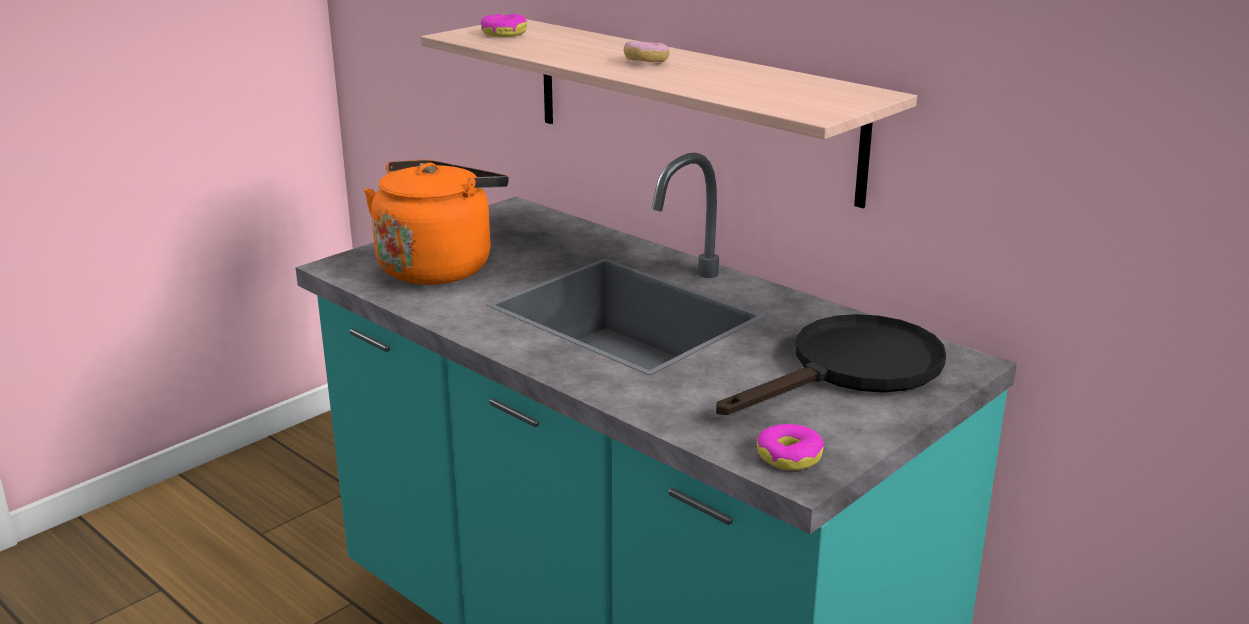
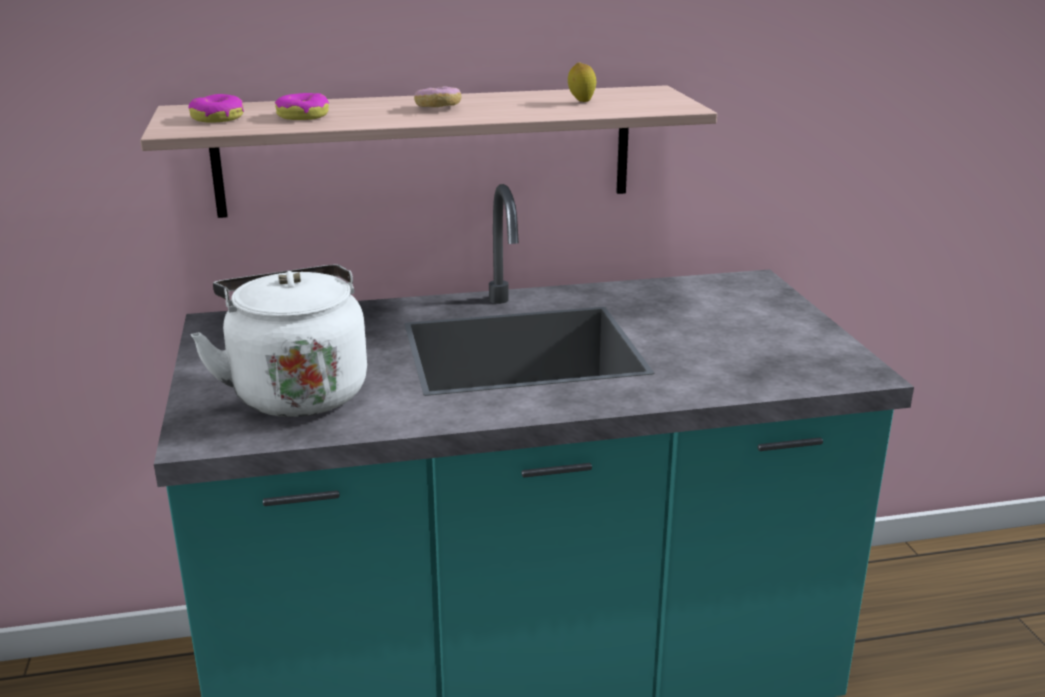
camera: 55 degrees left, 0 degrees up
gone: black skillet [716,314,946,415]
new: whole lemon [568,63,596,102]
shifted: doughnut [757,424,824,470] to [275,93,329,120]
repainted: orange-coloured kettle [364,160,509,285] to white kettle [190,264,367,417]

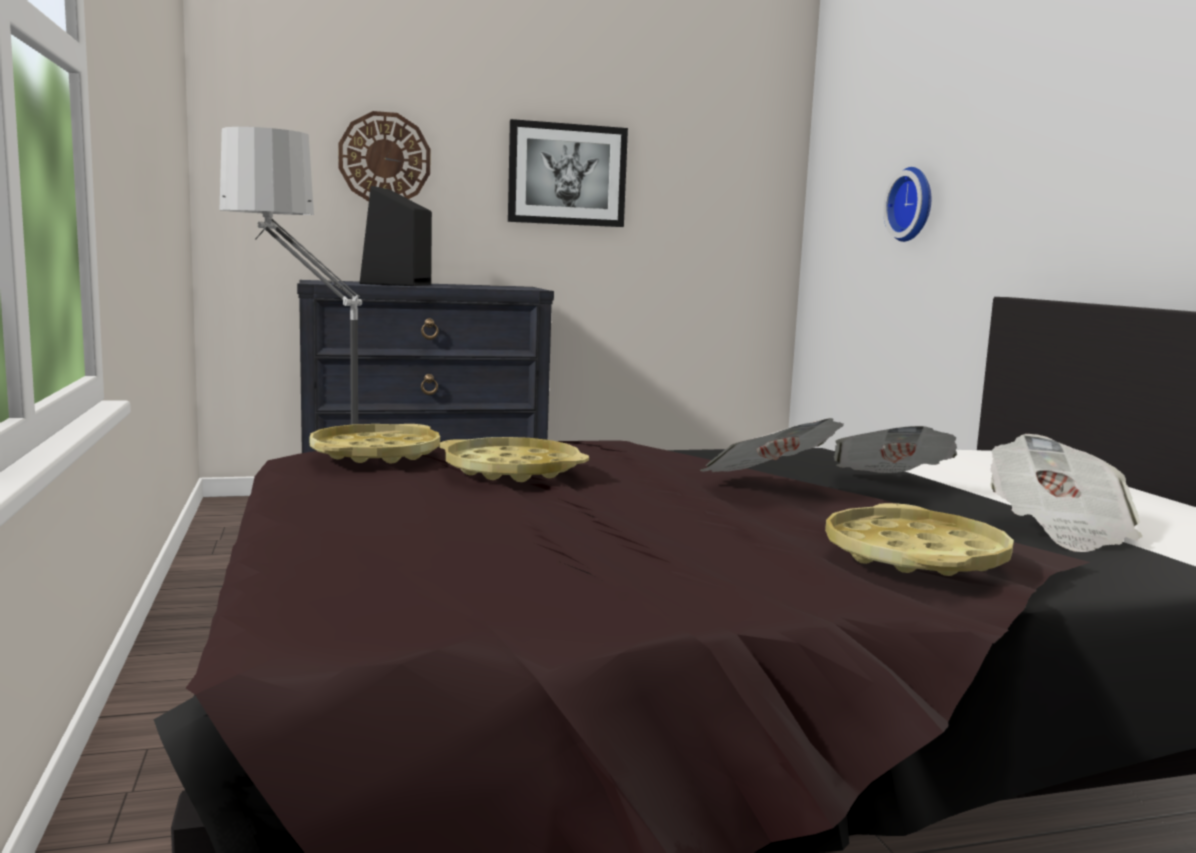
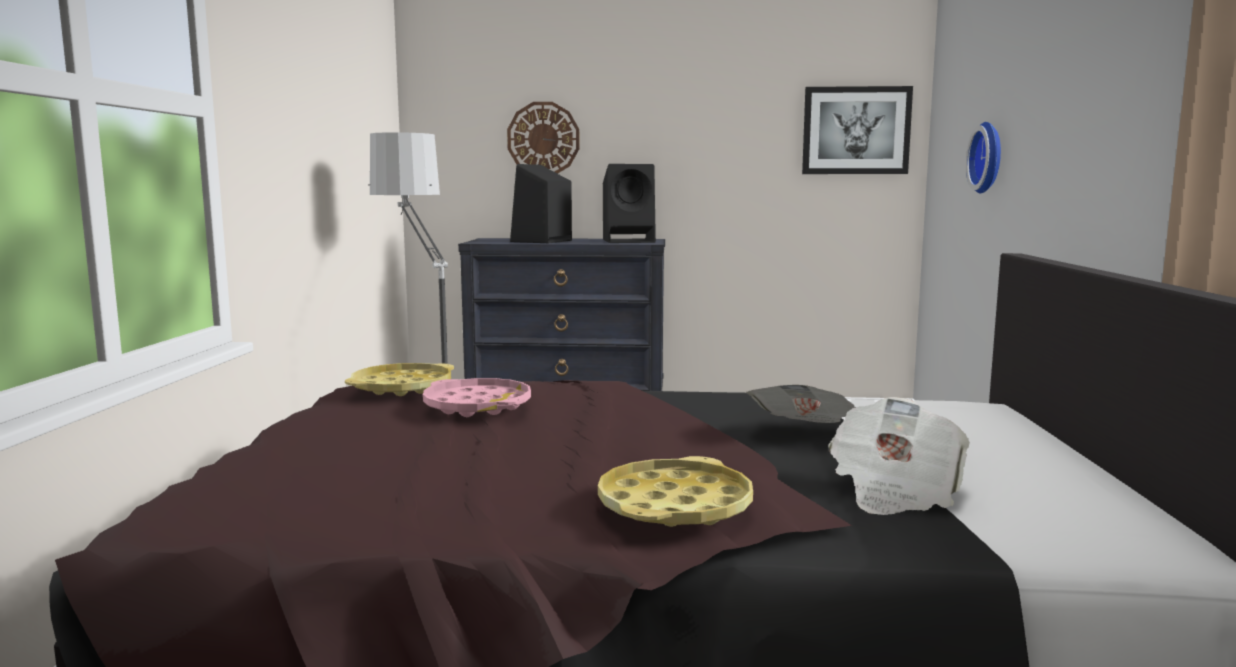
camera: 20 degrees right, 0 degrees up
gone: newspaper [700,418,844,472]
new: black loudspeaker [603,164,656,243]
shifted: wall picture [508,119,628,227] to [802,86,913,174]
repainted: yellow carrying tray [439,437,589,482] to pink-coloured carrying tray [423,378,531,417]

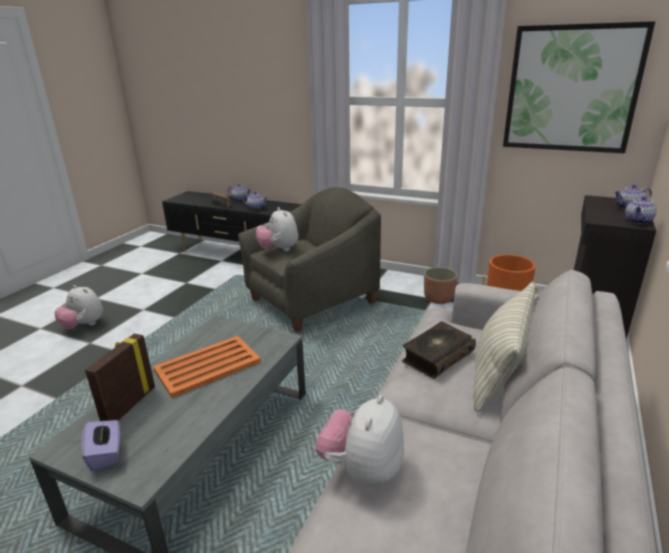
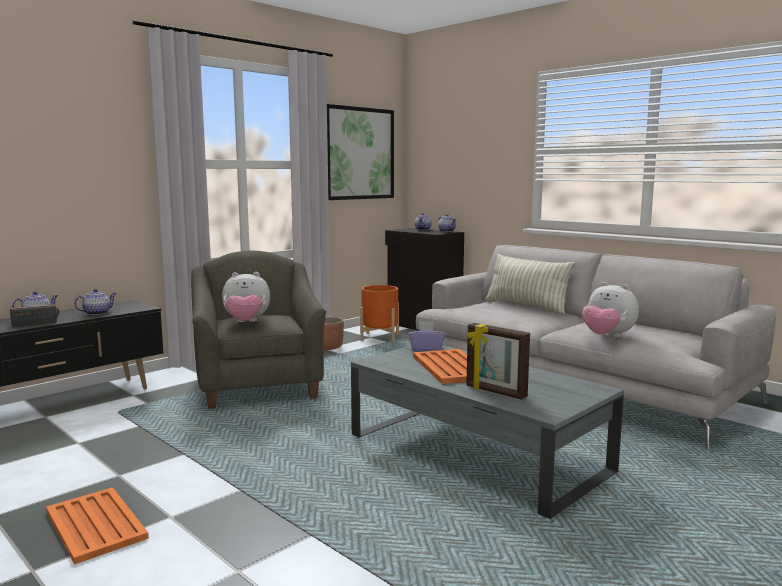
camera: 70 degrees left, 15 degrees down
gone: bound book [402,321,476,379]
shifted: purplish tissue holder [82,417,120,471] to [409,321,445,351]
swapped: soft toy [55,285,103,329] to orange-coloured carrying tray [46,487,149,564]

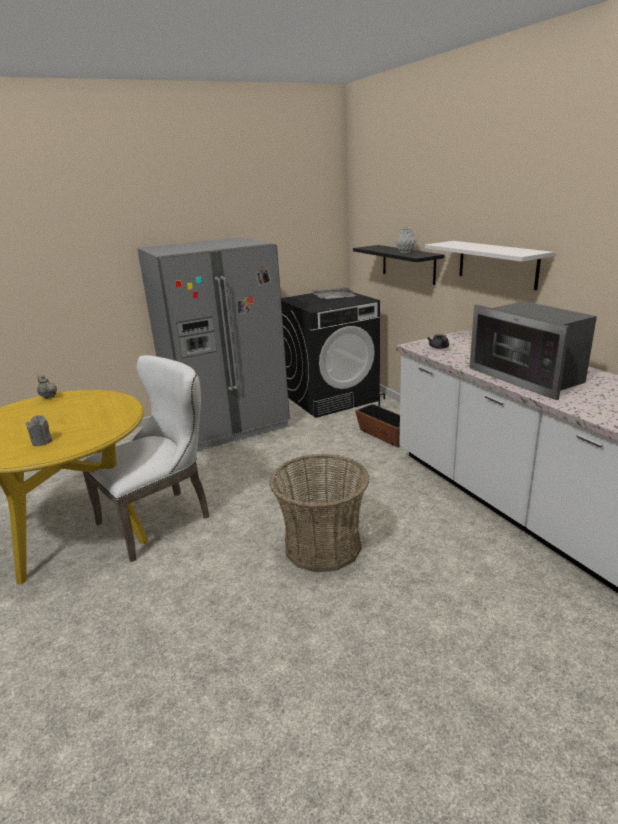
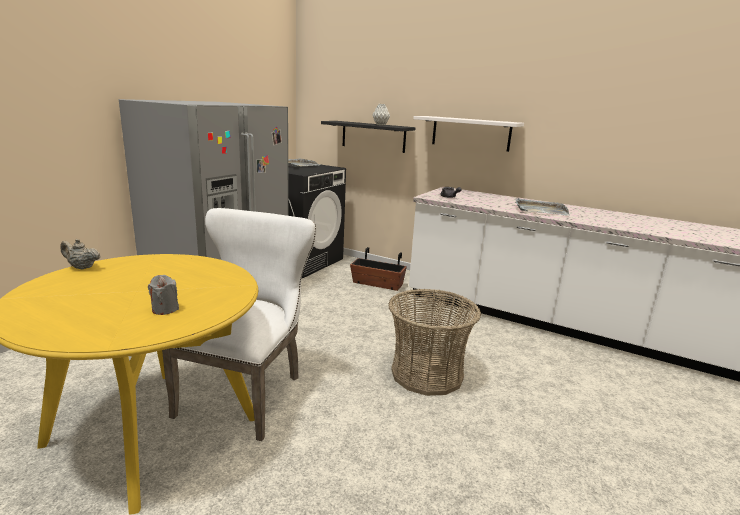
camera: 35 degrees left, 5 degrees down
swapped: microwave oven [469,301,597,400] to greyish carrying tray [516,198,569,216]

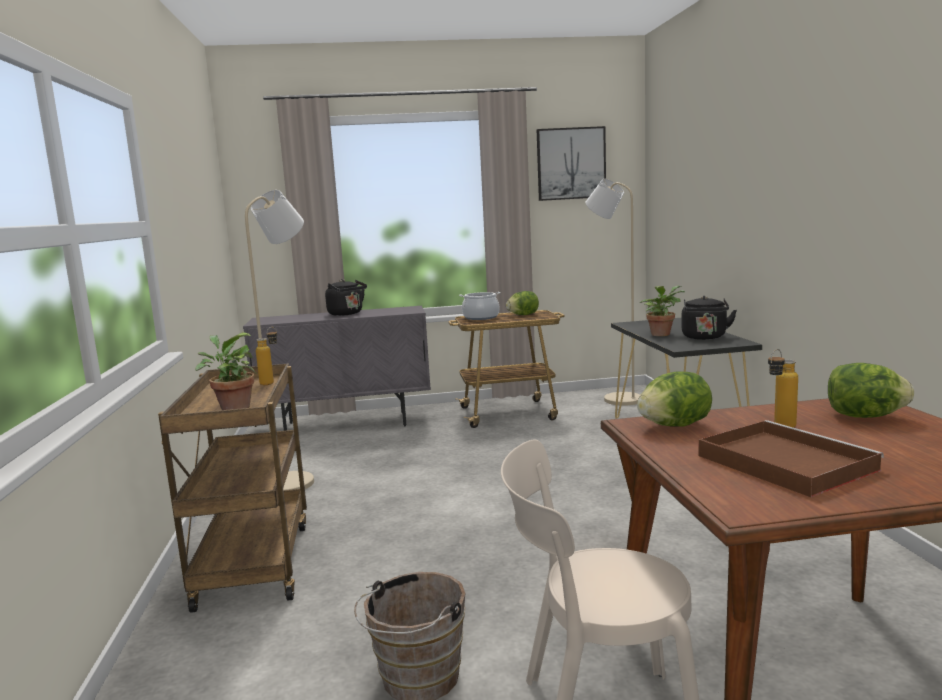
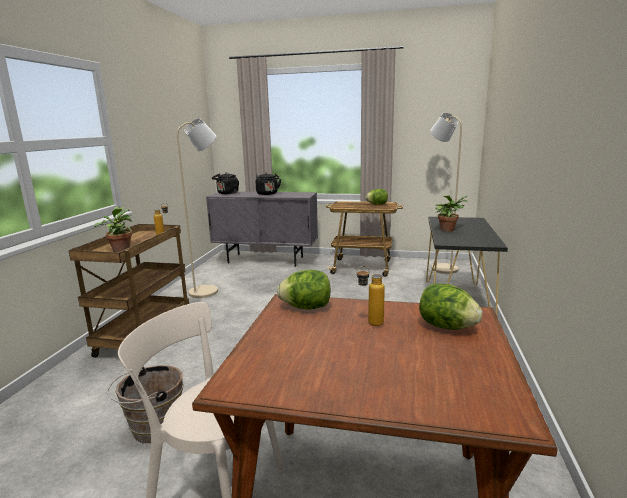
camera: 20 degrees right, 5 degrees up
gone: cooking pot [459,292,500,320]; wall picture [537,126,606,201]; brown-coloured carrying tray [698,420,884,497]
shifted: black kettle [682,296,737,340] to [212,172,239,194]

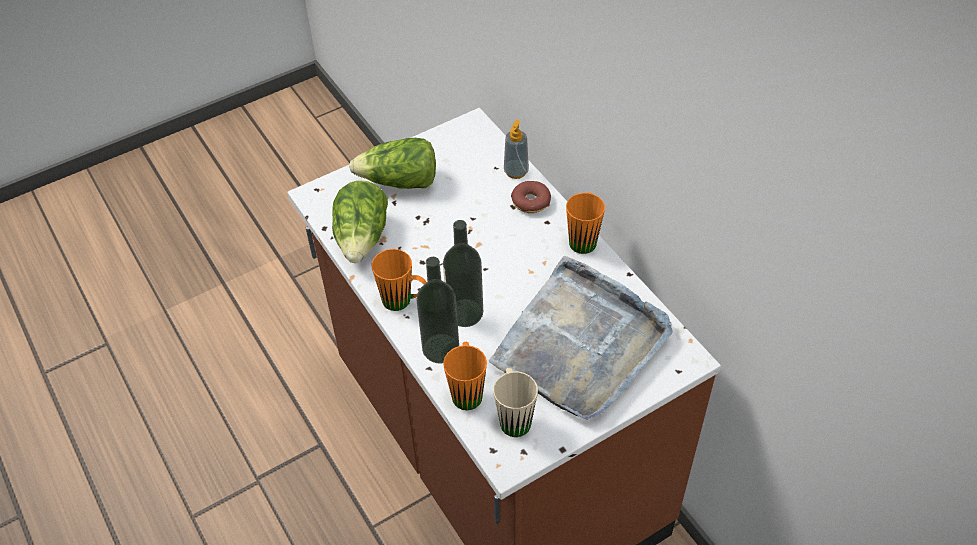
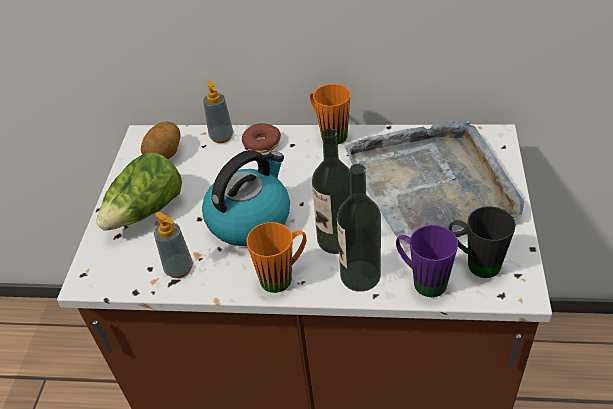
camera: 50 degrees left, 5 degrees down
new: whole potato [141,121,180,159]; kettle [202,150,290,246]
swapped: head of lettuce [332,181,388,263] to soap dispenser [154,212,193,278]
repainted: orange-coloured mug [443,342,487,410] to purplish mug [396,225,458,297]; beige-coloured mug [493,368,538,437] to black mug [449,206,516,278]

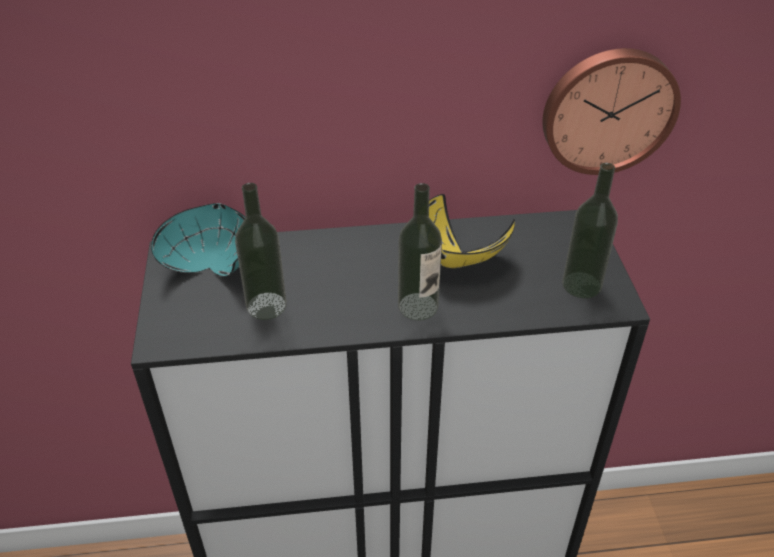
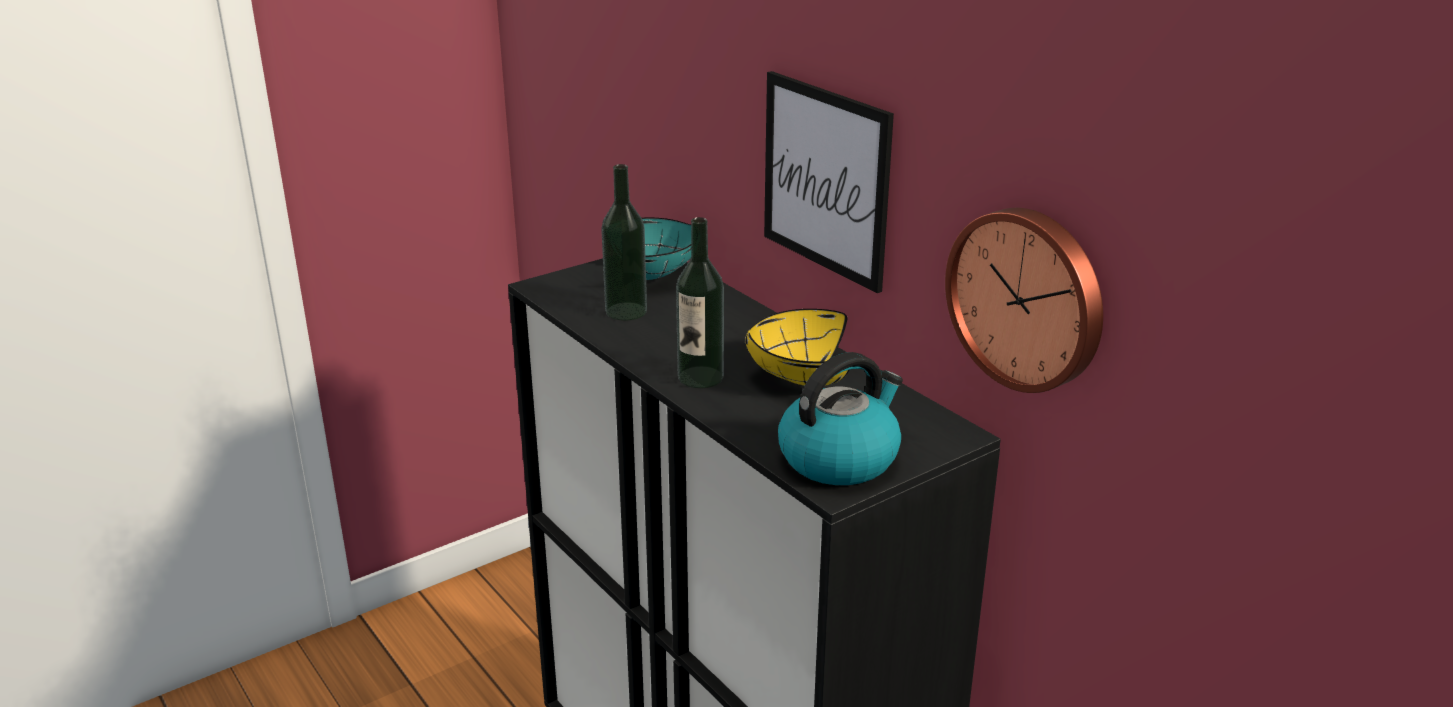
camera: 60 degrees right, 15 degrees down
new: wall picture [764,71,894,293]
swapped: bottle [562,163,618,298] to kettle [778,352,903,485]

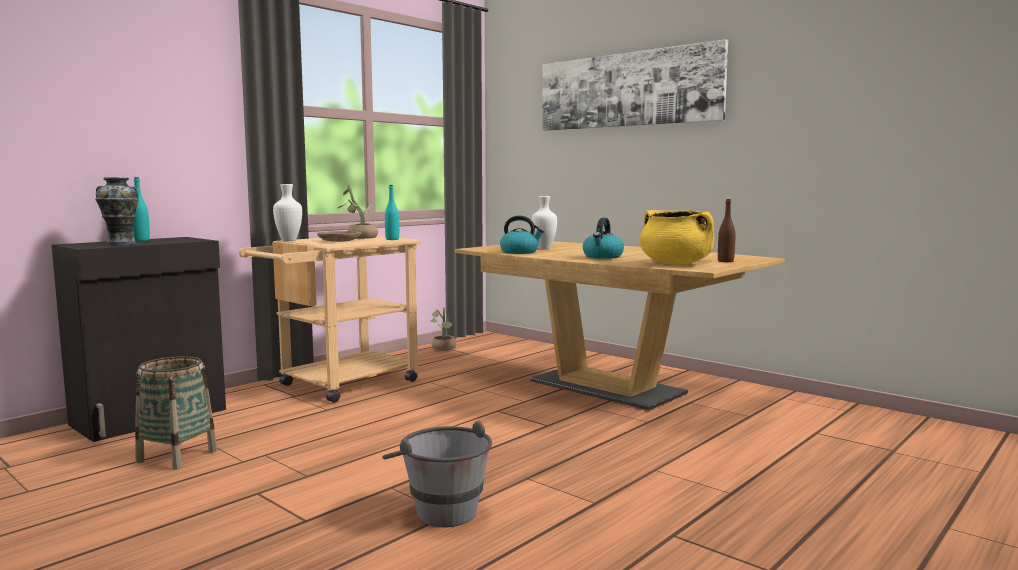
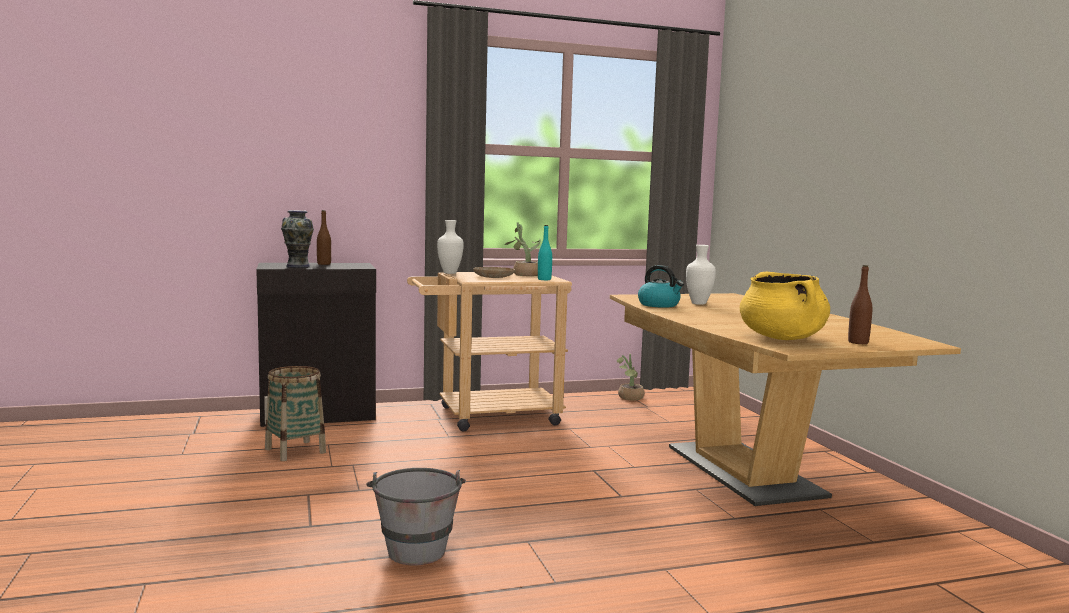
camera: 30 degrees right, 0 degrees up
gone: wall picture [542,39,728,131]; kettle [583,218,624,259]
repainted: turquoise bottle [133,177,150,241] to brown-coloured bottle [317,210,331,265]

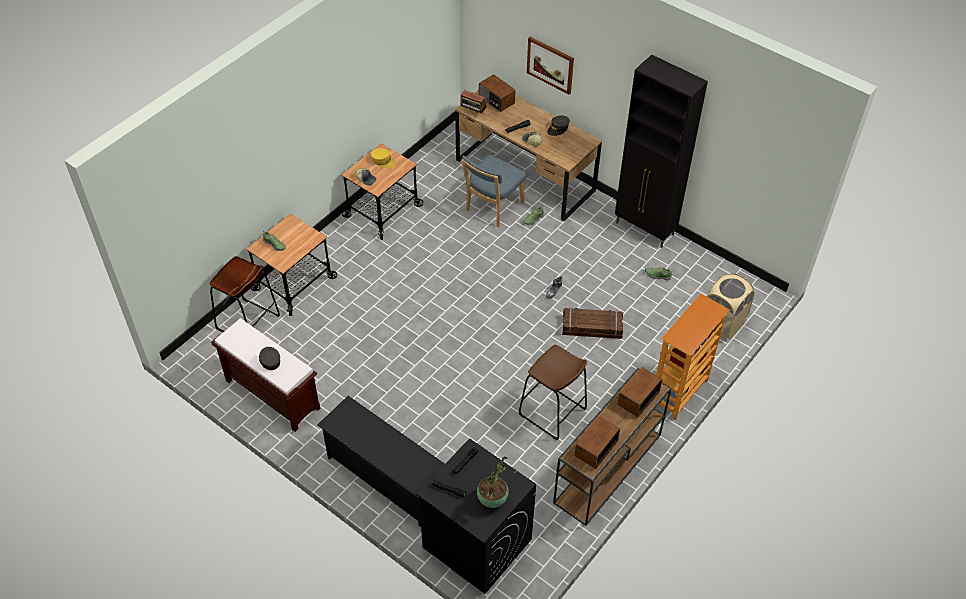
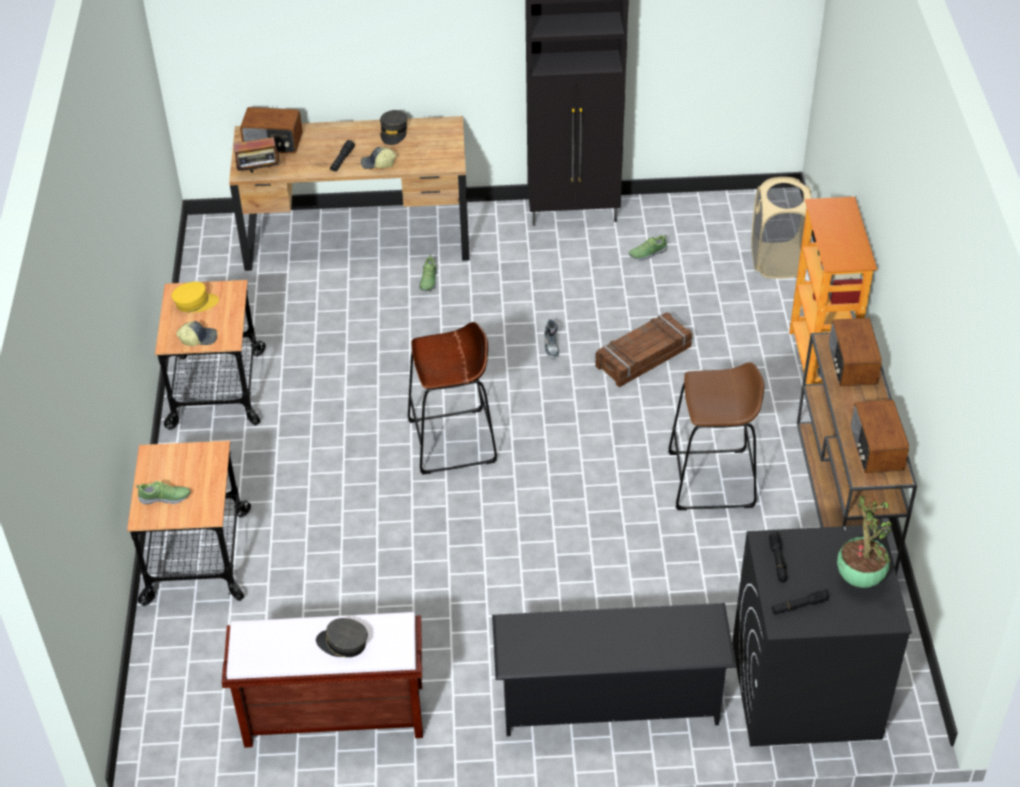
camera: 40 degrees left, 5 degrees down
gone: blue upright chair [461,154,527,227]; wall picture [527,37,574,94]
shifted: brown-coloured stool seat [209,256,280,332] to [408,322,497,475]

